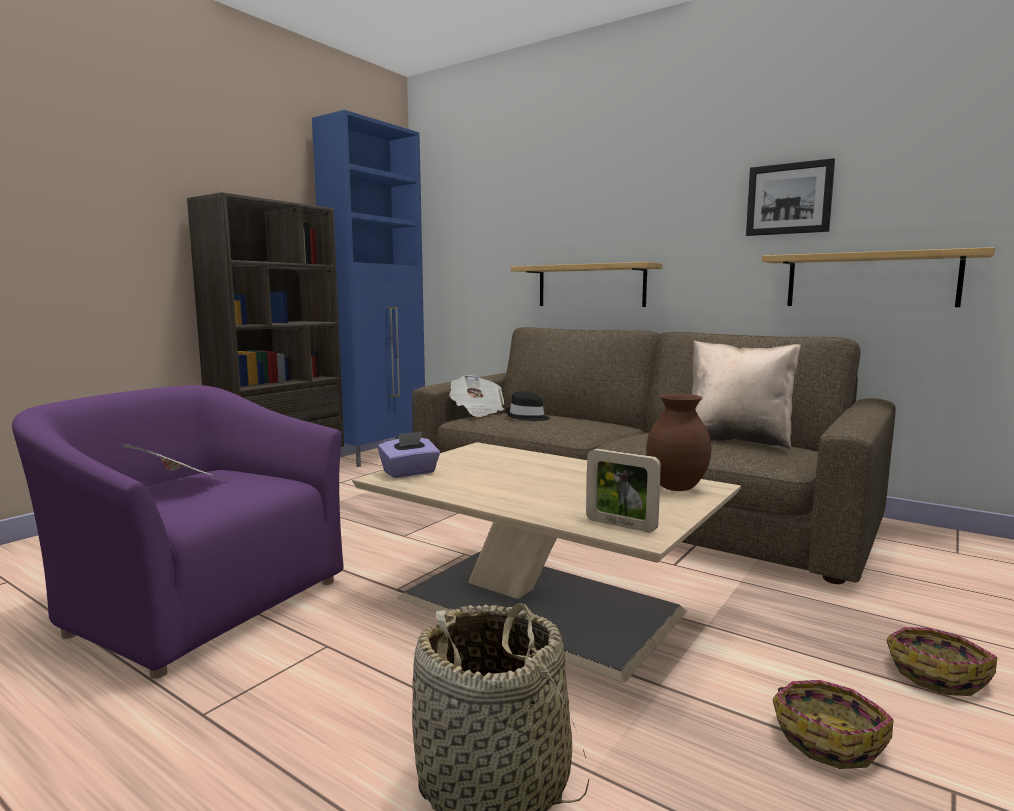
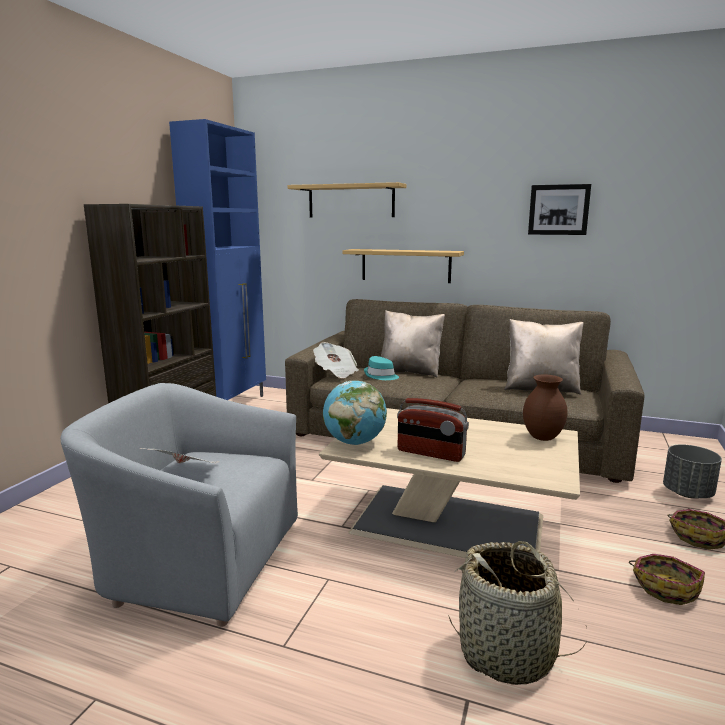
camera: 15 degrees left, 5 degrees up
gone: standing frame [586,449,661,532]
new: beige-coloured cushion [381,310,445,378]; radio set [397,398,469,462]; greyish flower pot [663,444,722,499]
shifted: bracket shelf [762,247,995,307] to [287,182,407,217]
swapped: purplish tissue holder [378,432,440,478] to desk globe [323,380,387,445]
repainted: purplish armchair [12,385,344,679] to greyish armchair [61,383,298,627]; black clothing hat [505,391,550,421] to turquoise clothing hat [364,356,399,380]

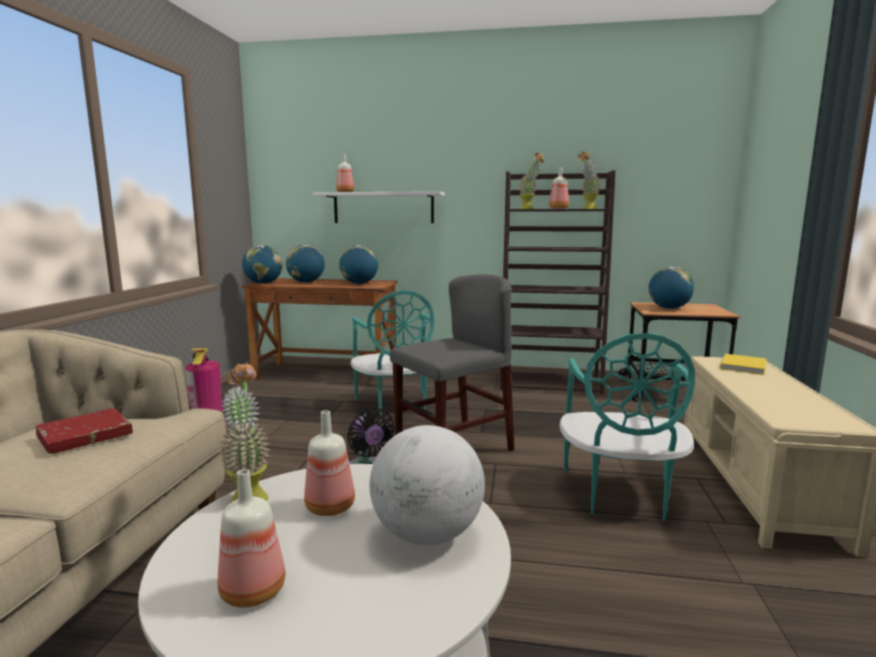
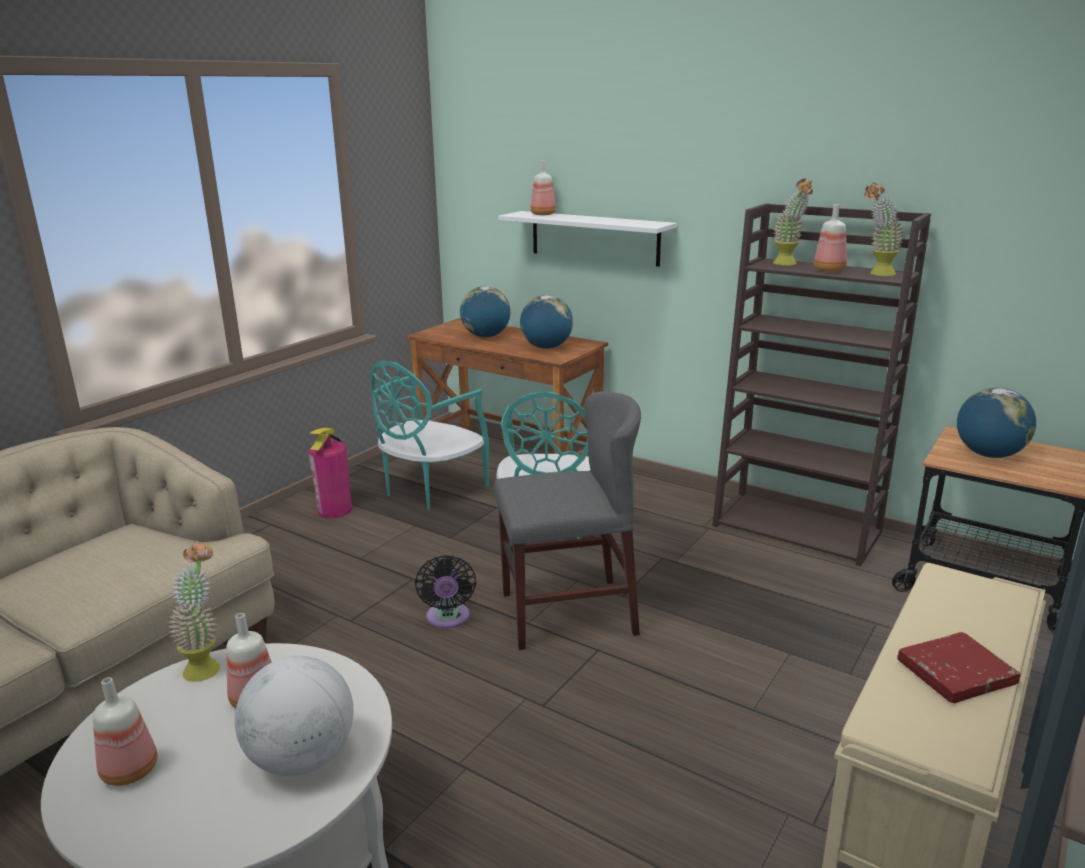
camera: 25 degrees right, 10 degrees up
gone: desk globe [242,245,282,284]; yellow bound book [720,354,767,375]
shifted: turquoise upright chair [559,333,695,521] to [370,361,489,510]; red bound book [36,408,133,454] to [897,632,1021,703]

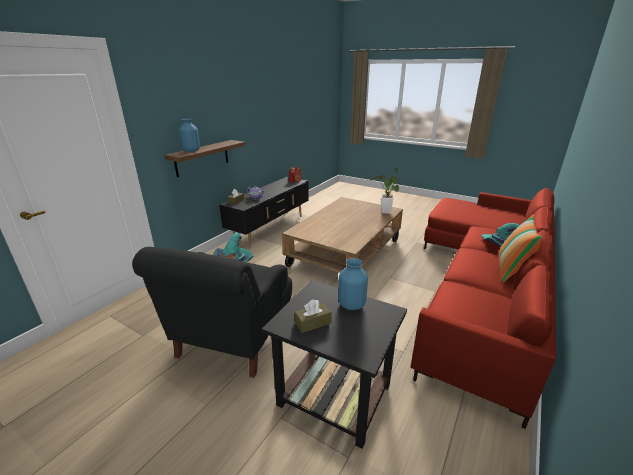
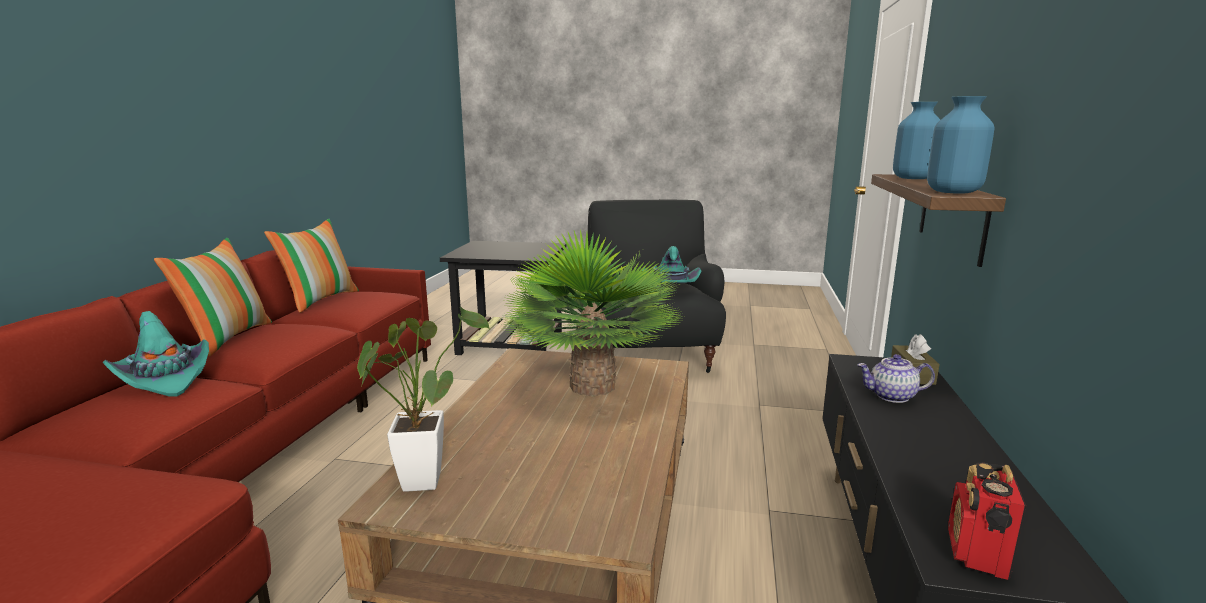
camera: 160 degrees right, 10 degrees down
gone: brown-coloured tissue holder [295,299,332,333]
new: cushion [264,219,359,313]; plant in a pot [503,229,684,396]
shifted: blue flower vase [338,258,368,310] to [927,96,994,194]

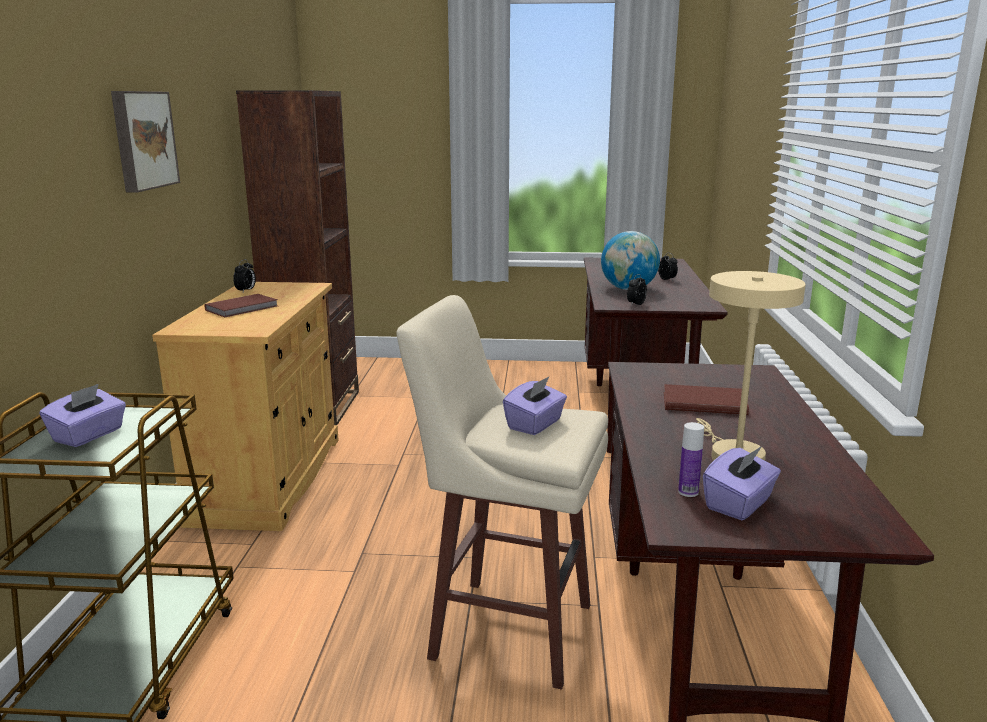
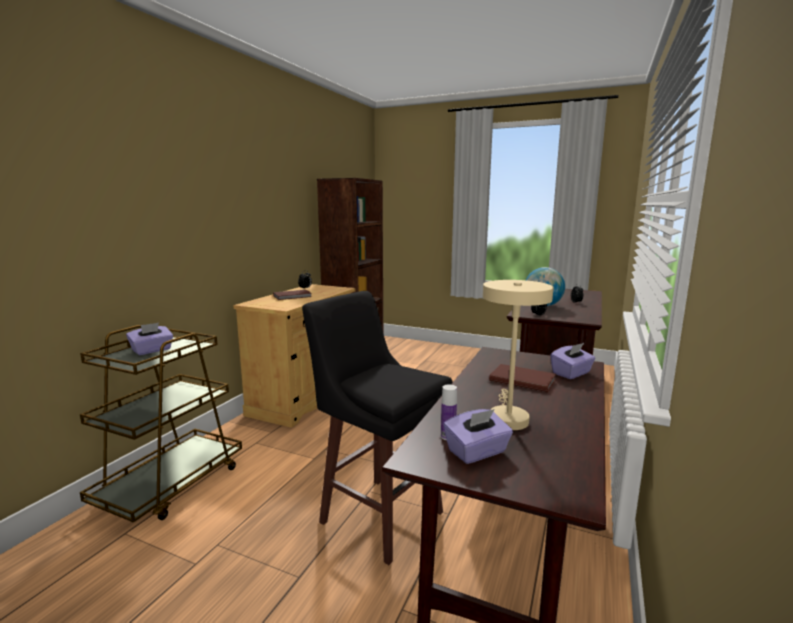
camera: 20 degrees right, 5 degrees down
gone: wall picture [111,91,180,193]
shifted: purplish tissue holder [503,376,567,435] to [550,343,596,379]
repainted: beige-coloured stool seat [396,295,608,690] to black stool seat [302,291,453,565]

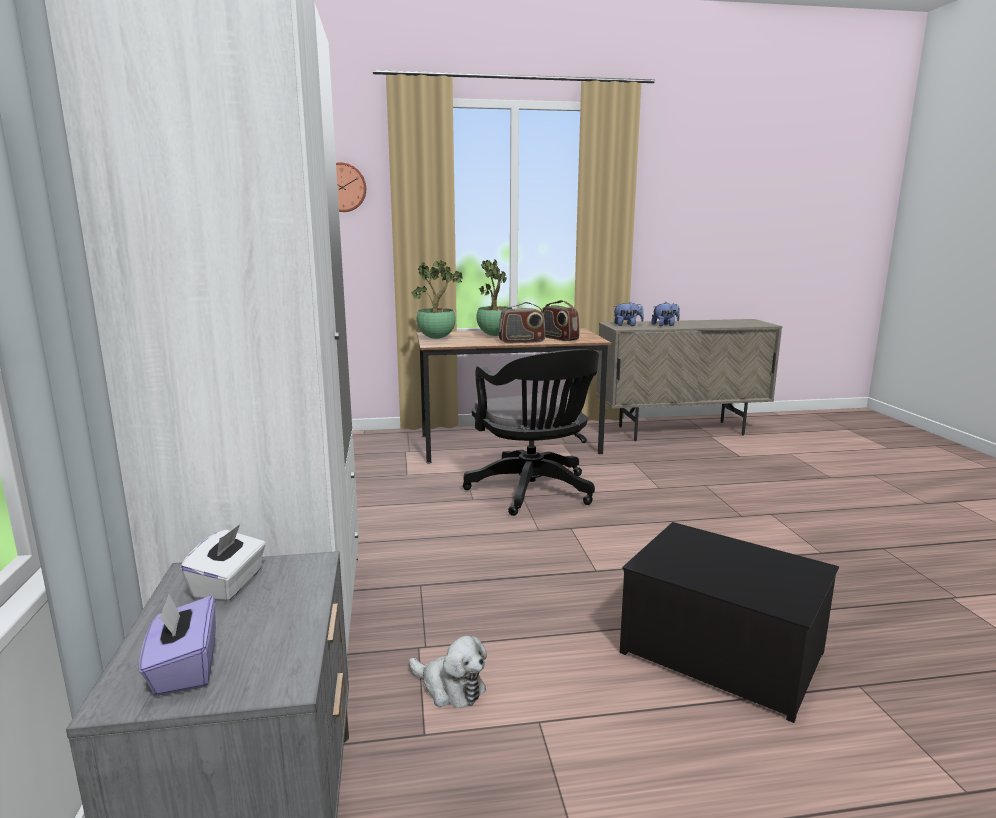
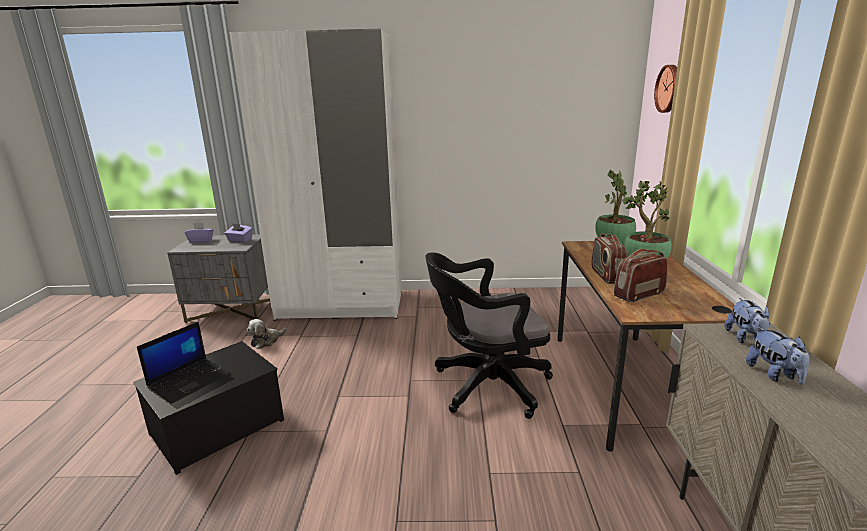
camera: 100 degrees right, 5 degrees up
new: notebook computer [137,321,231,404]
repainted: white tissue holder [180,524,266,602] to purplish tissue holder [225,223,253,243]

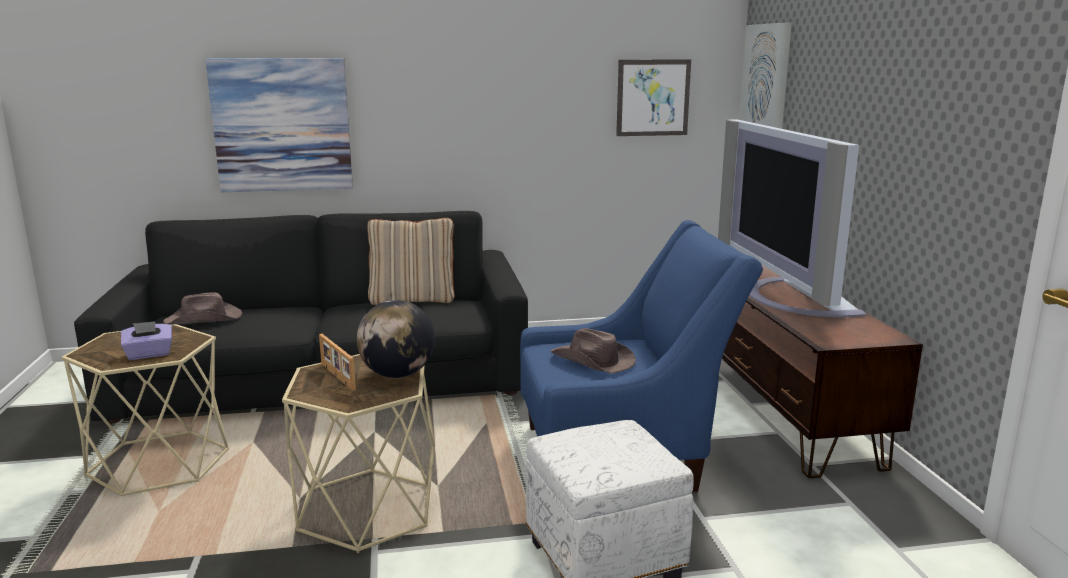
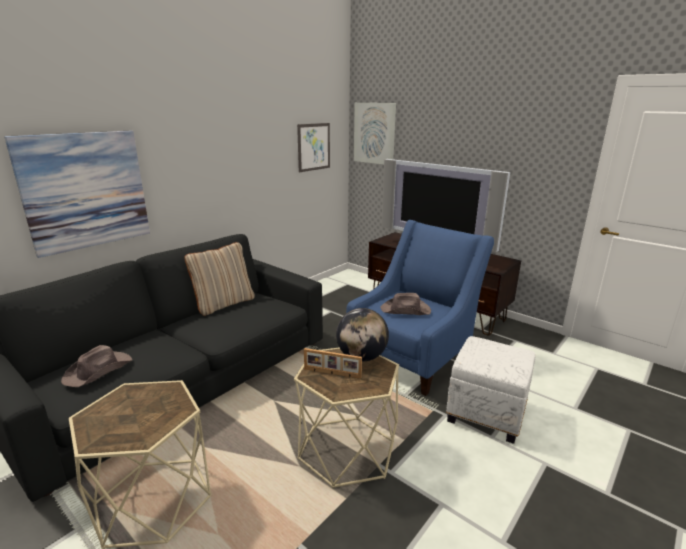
camera: 40 degrees left, 5 degrees up
gone: purplish tissue holder [121,321,172,360]

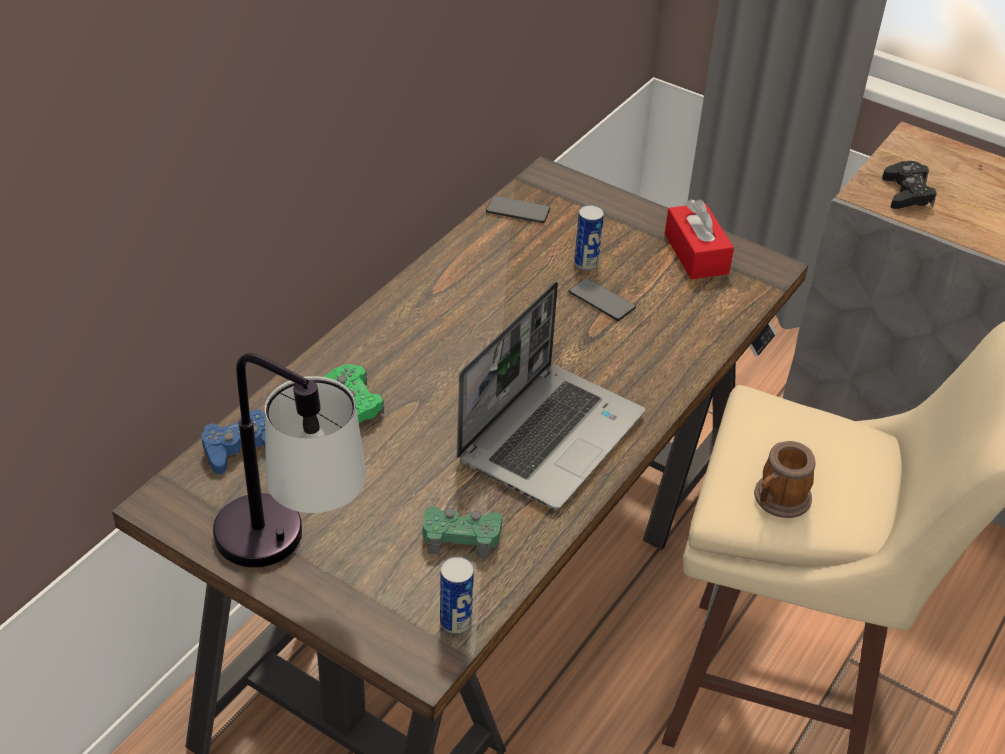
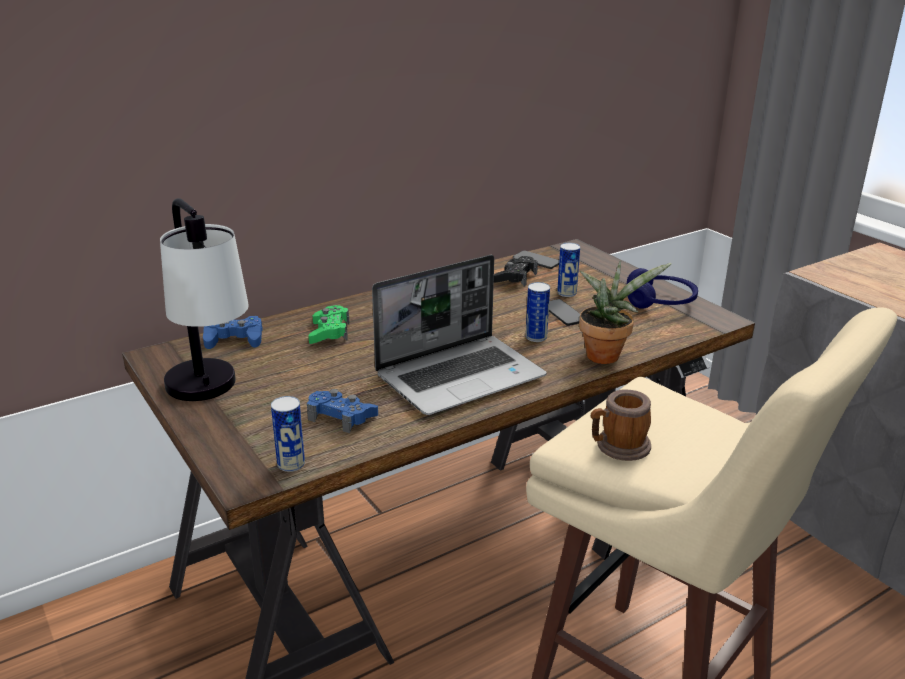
camera: 25 degrees right, 15 degrees down
new: metal can [526,282,550,342]; plant in a pot [579,260,672,364]
shifted: black gamepad [882,161,937,209] to [494,256,538,287]
swapped: red tissue holder [665,199,734,280] to blue headphones [627,268,698,309]
repainted: green gamepad [422,507,502,559] to blue gamepad [307,389,378,433]

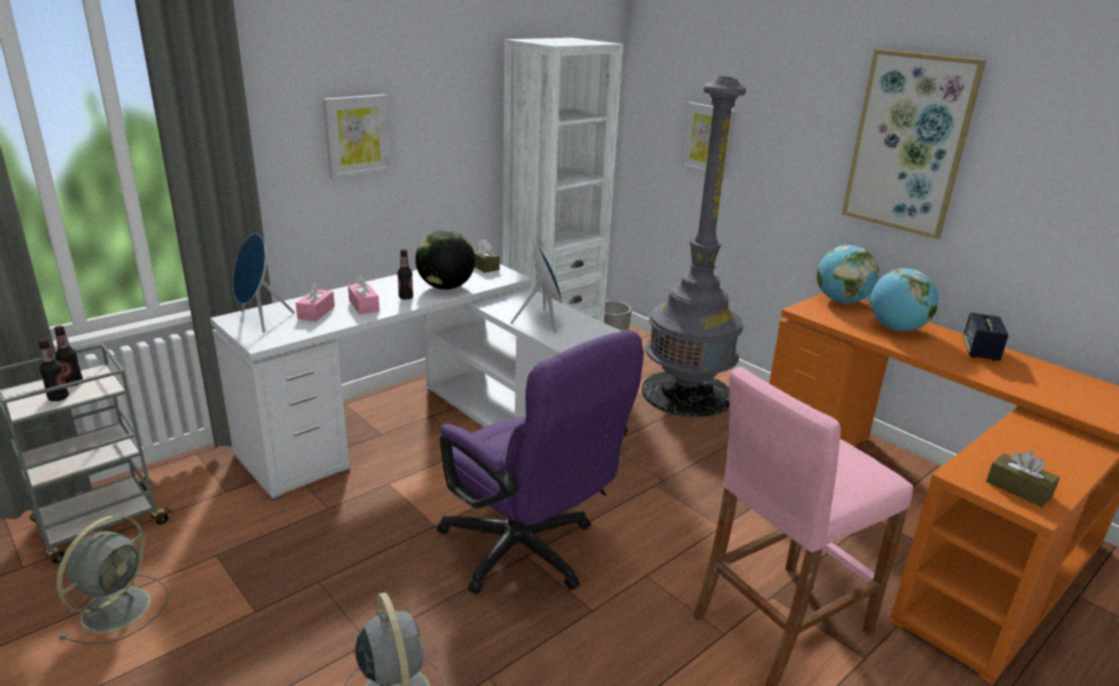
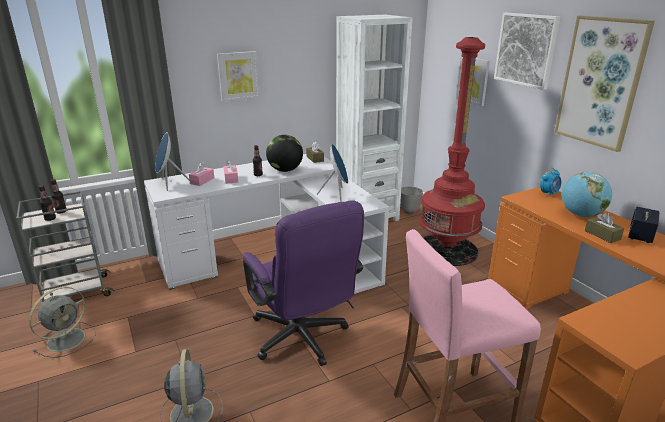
camera: 15 degrees right, 0 degrees up
new: wall picture [494,13,560,90]
shifted: brown-coloured tissue holder [986,451,1060,507] to [585,212,624,243]
swapped: desk globe [816,245,879,304] to bedside clock [540,167,561,197]
repainted: greyish standing lamp [641,76,746,417] to red standing lamp [419,37,485,266]

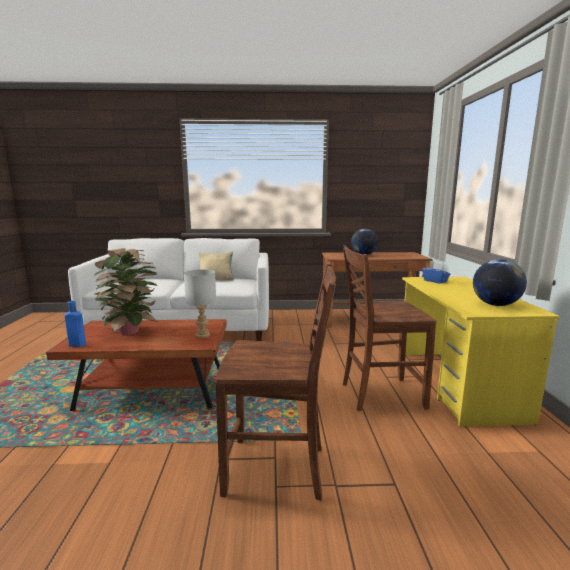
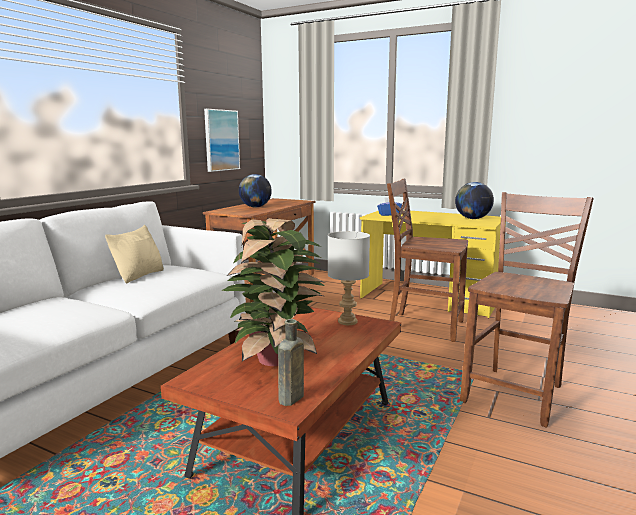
camera: 60 degrees left, 0 degrees up
new: wall picture [204,109,240,172]
repainted: blue bottle [64,301,86,347] to brown-coloured bottle [278,319,304,406]
rotated: brown-coloured upright chair [343,245,436,411] = [387,178,468,342] 90 degrees clockwise

